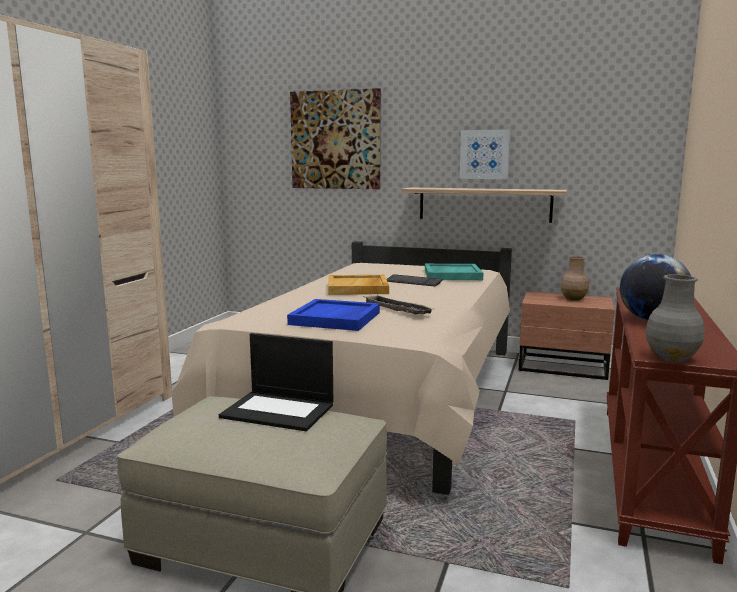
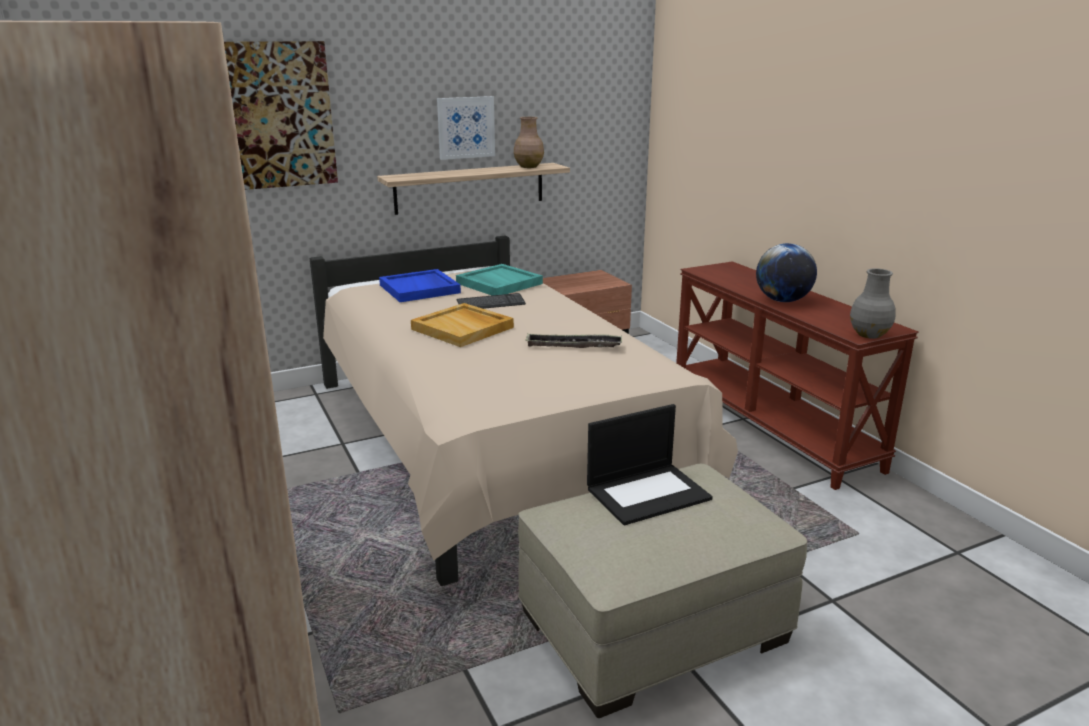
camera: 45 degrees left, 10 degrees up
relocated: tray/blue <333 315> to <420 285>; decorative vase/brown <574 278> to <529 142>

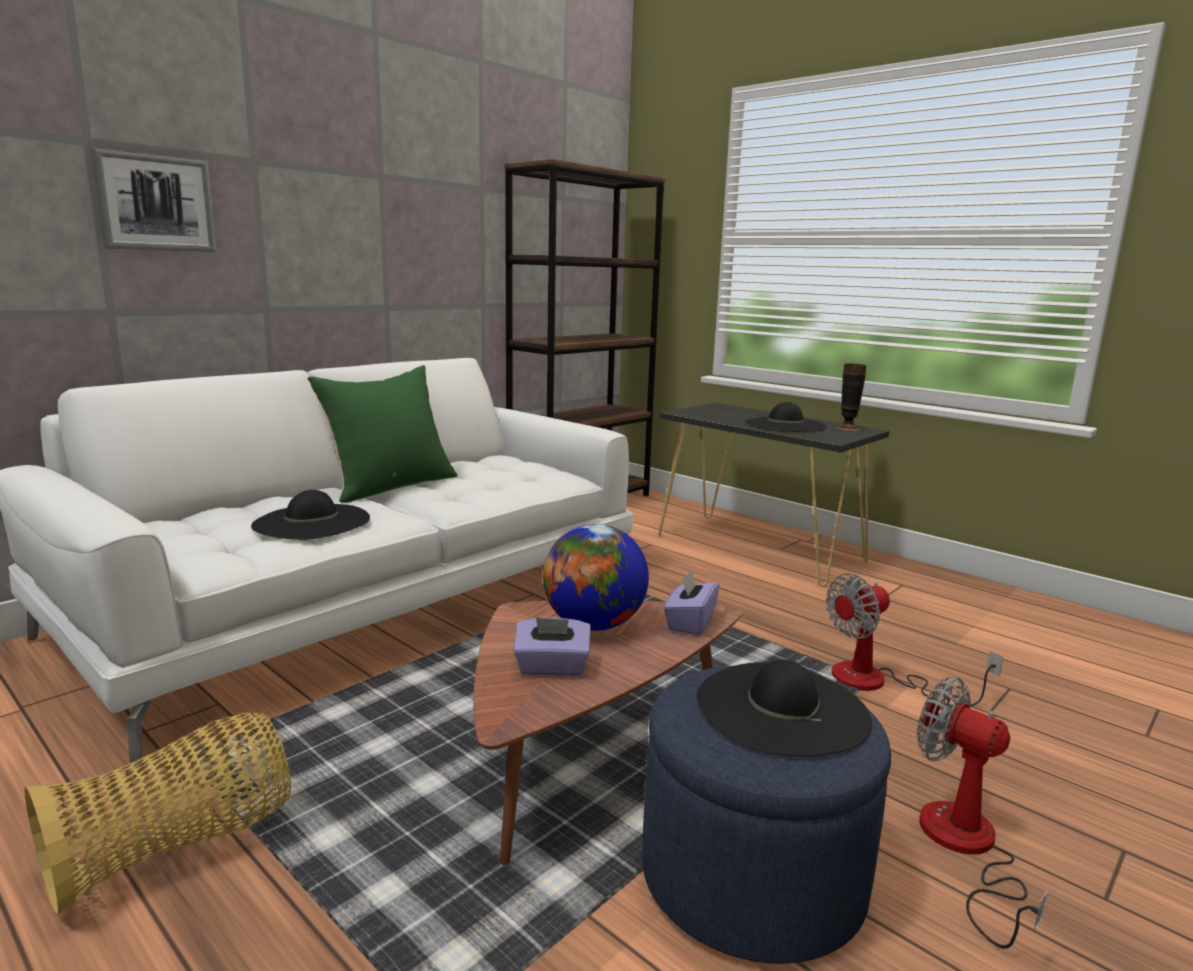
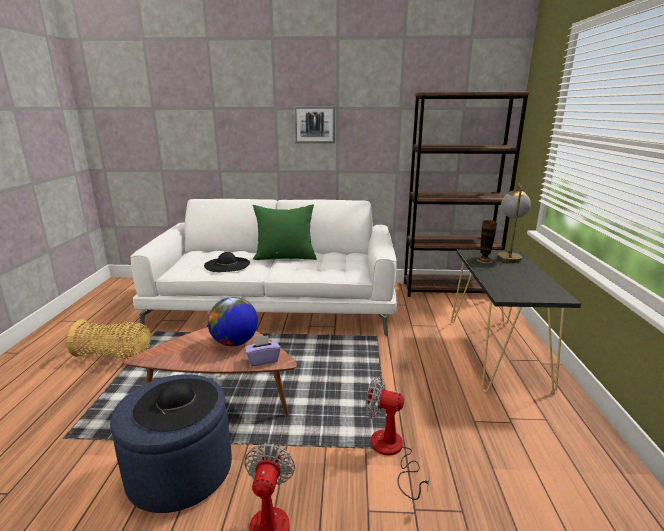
camera: 50 degrees right, 5 degrees up
missing: box of tissues/purple-coloured <552 646>; hat/blackish <786 417>
appeared: lamp for a table <514 223>
relocated: picture <153 200> to <314 124>; decorative vase <851 397> to <487 241>

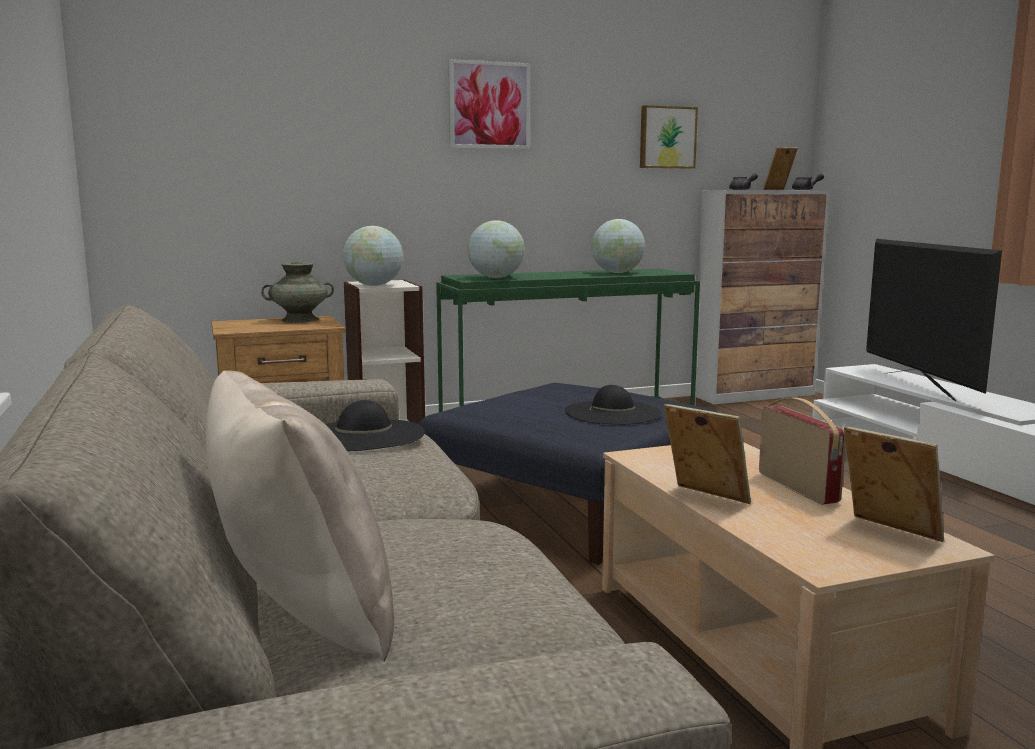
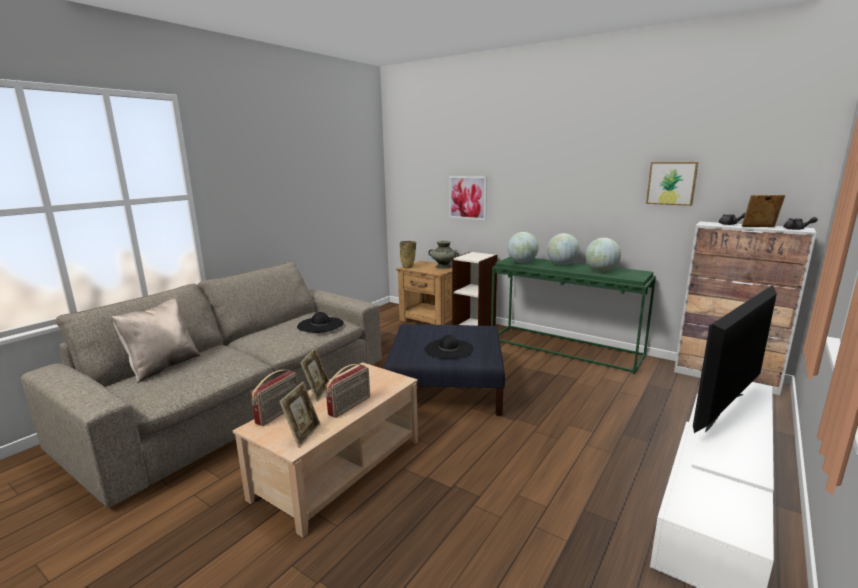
camera: 55 degrees right, 5 degrees up
appeared: radio <274 398>; decorative vase/beige <408 254>
relocated: globe <373 256> to <563 249>; picture <489 104> to <468 198>

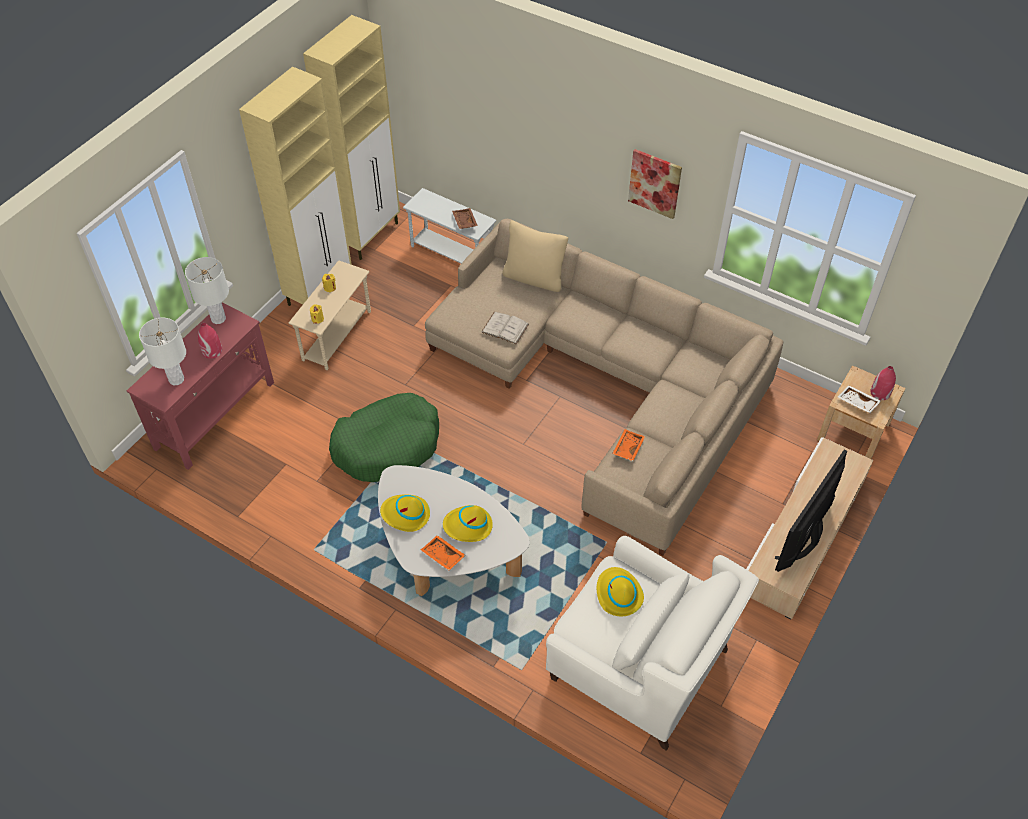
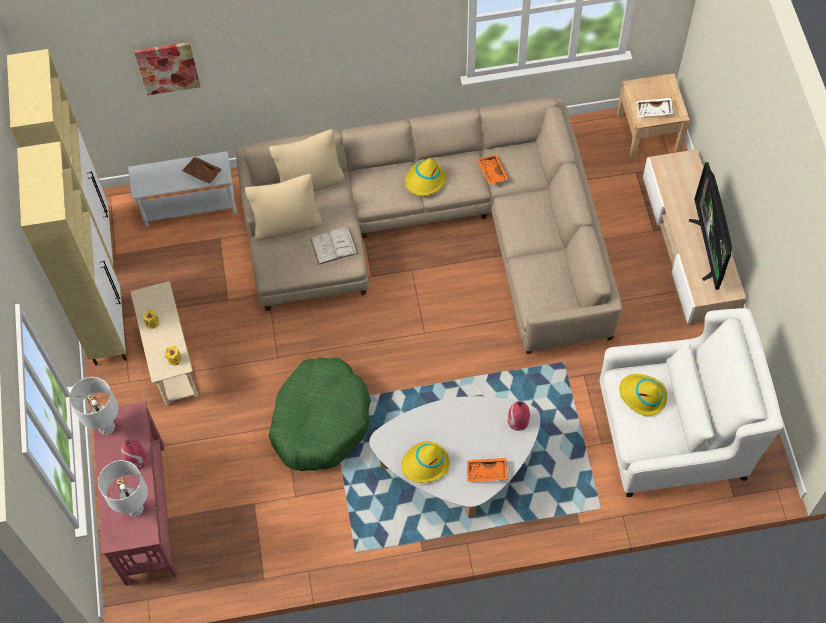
camera: 40 degrees left, 10 degrees up
appeared: pillow/beige <283 207>
relocated: hat/yellow <468 523> to <426 177>; tray/orange <628 445> to <492 169>; picture <655 184> to <167 68>; decorative vase/reddish <883 383> to <519 416>

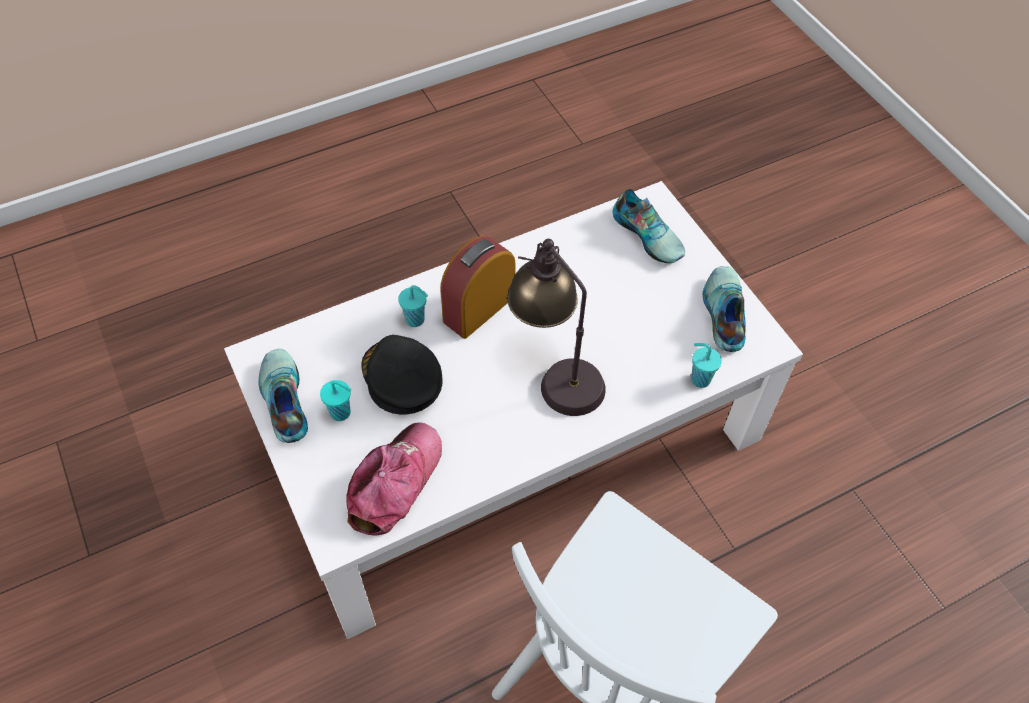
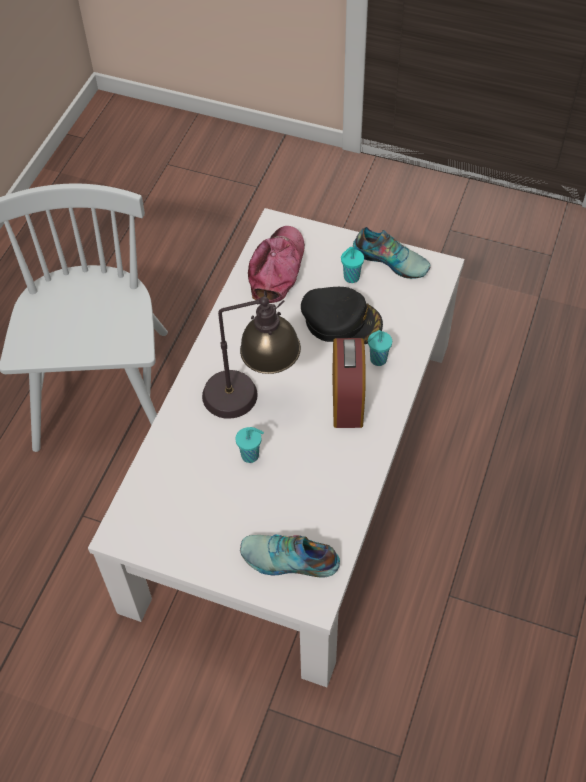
camera: 140 degrees right, 0 degrees up
missing: low shoe <724 309>
relocated: drinking cup/turquoise <706 365> to <249 445>
spun: baseball cap <394 479> = <276 264> 150 degrees counterclockwise

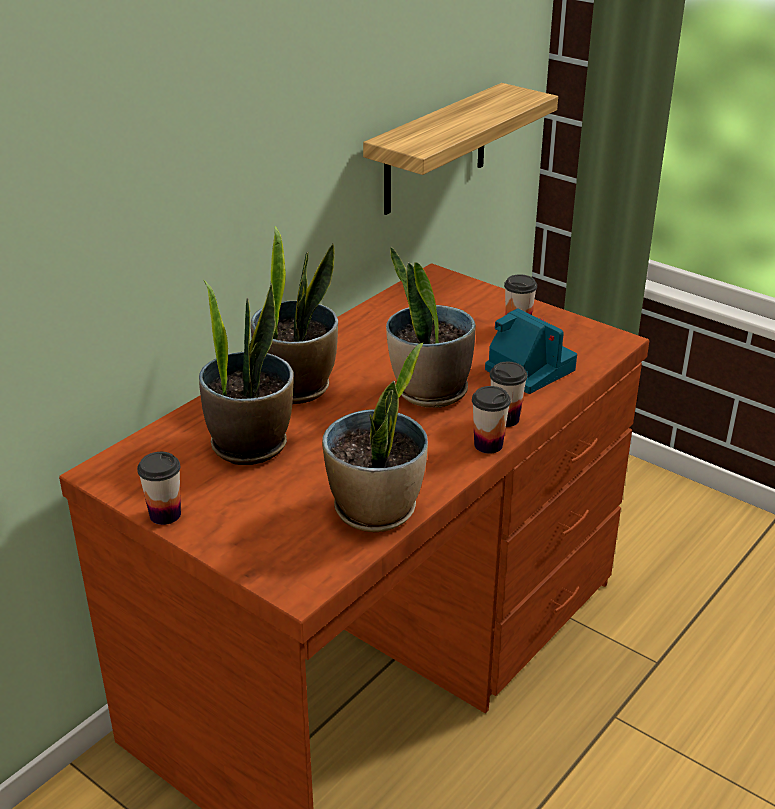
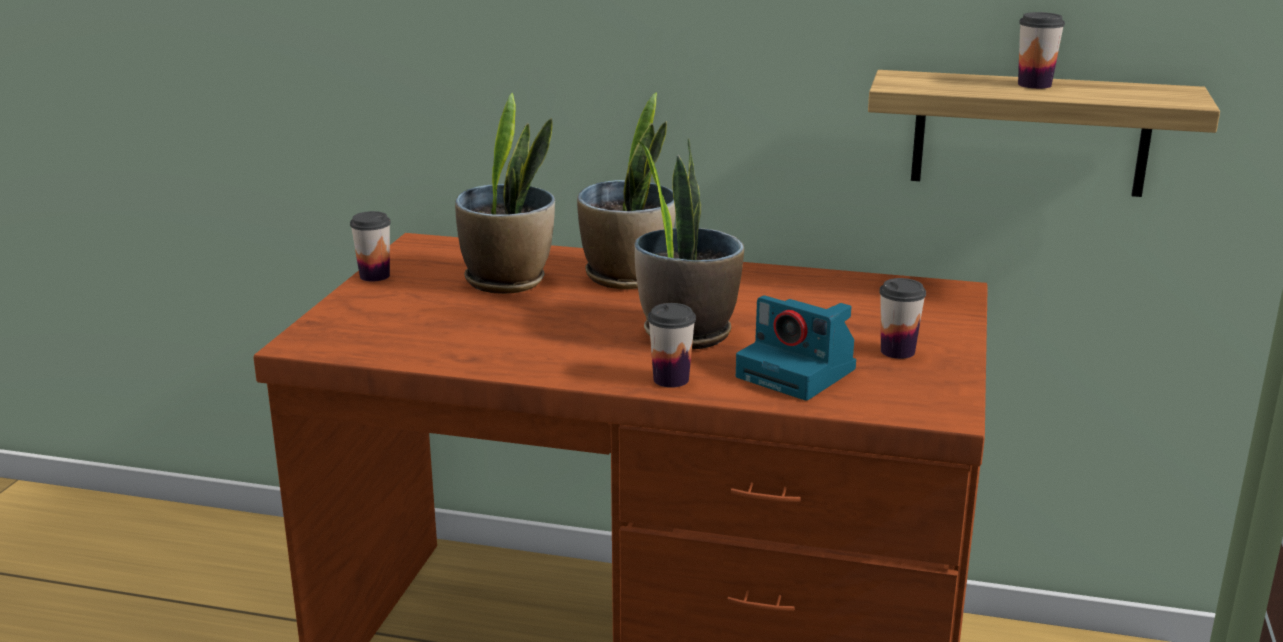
camera: 65 degrees right, 10 degrees down
missing: potted plant <375 437>
relocated: drinking cup <491 420> to <1041 50>
spun: still camera <531 351> = <796 348> 105 degrees clockwise

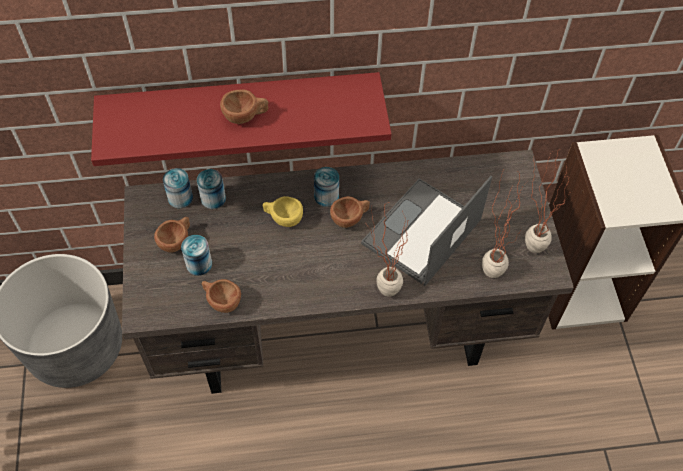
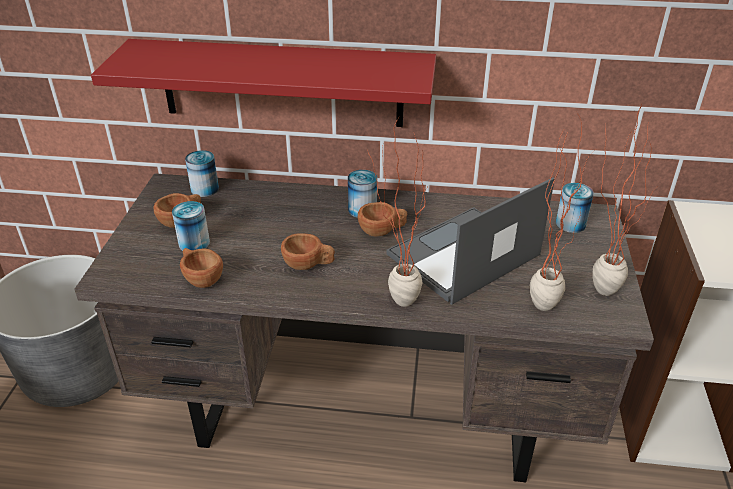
camera: 15 degrees right, 20 degrees down
missing: drinking cup/yellow <283 211>
relocated: can <211 189> to <575 208>; drinking cup/brown <244 106> to <308 251>

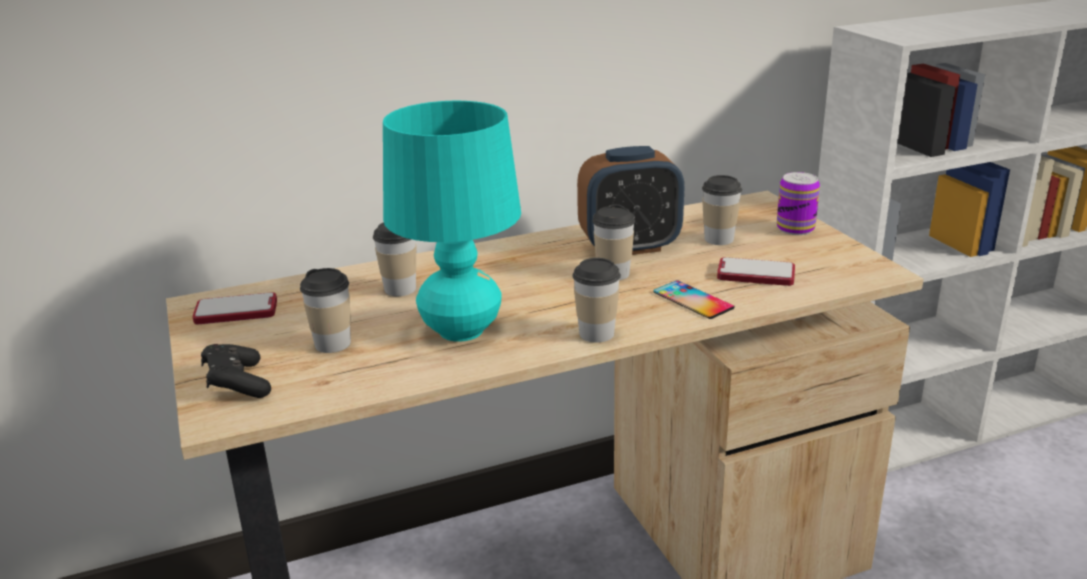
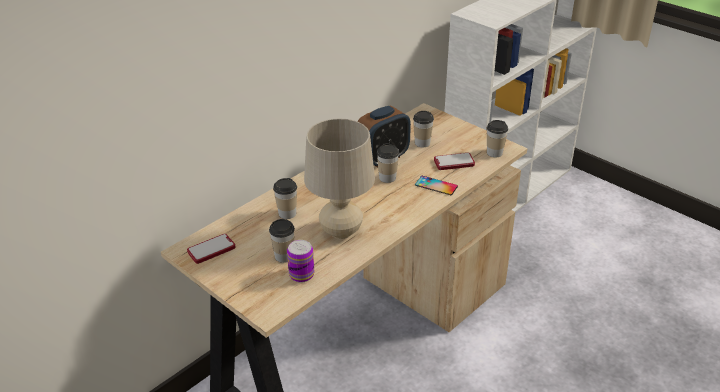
camera: 25 degrees left, 10 degrees up
missing: game controller/blackish <236 371>
relocated: drinking cup <596 300> to <497 139>; can <798 203> to <300 261>
colour: lamp for a table/turquoise <452 221> to lamp for a table/beige <339 179>

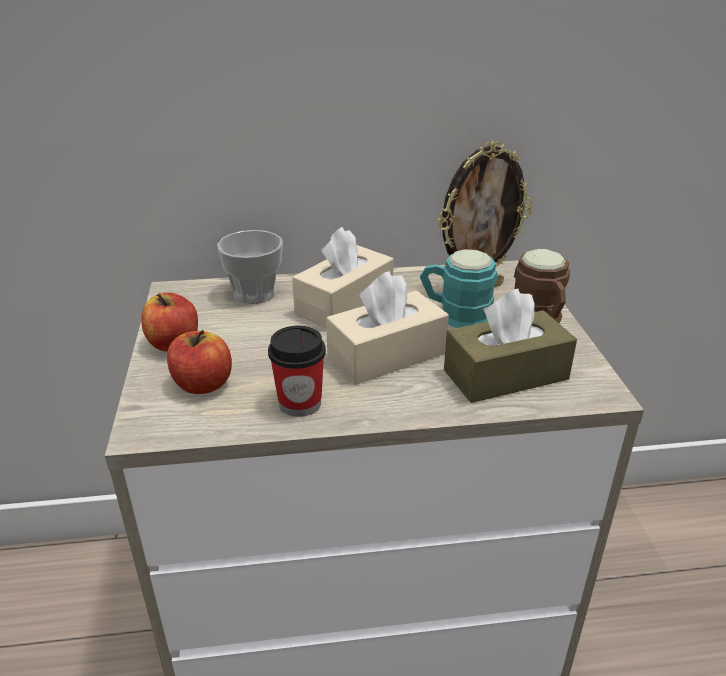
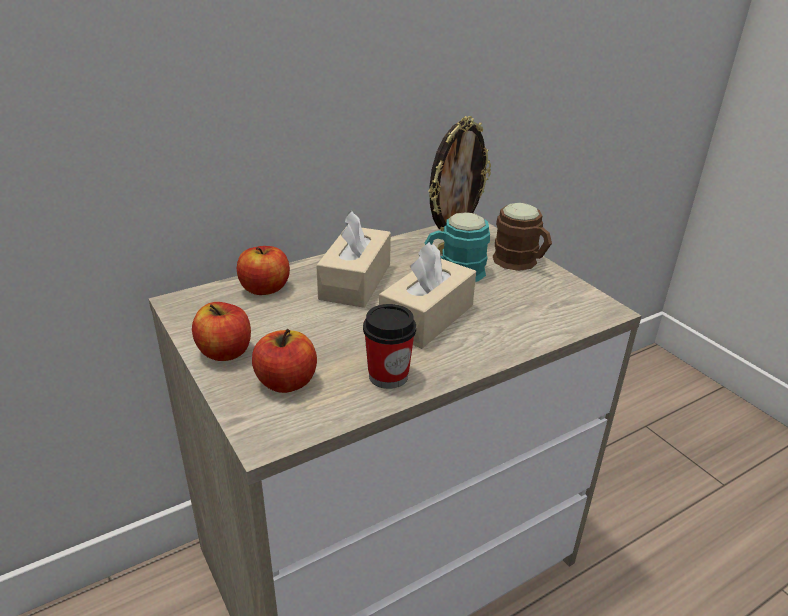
camera: 25 degrees left, 0 degrees up
missing: box of tissues/brown <510 346>
exchanged: drinking cup <250 267> to apple <263 270>

